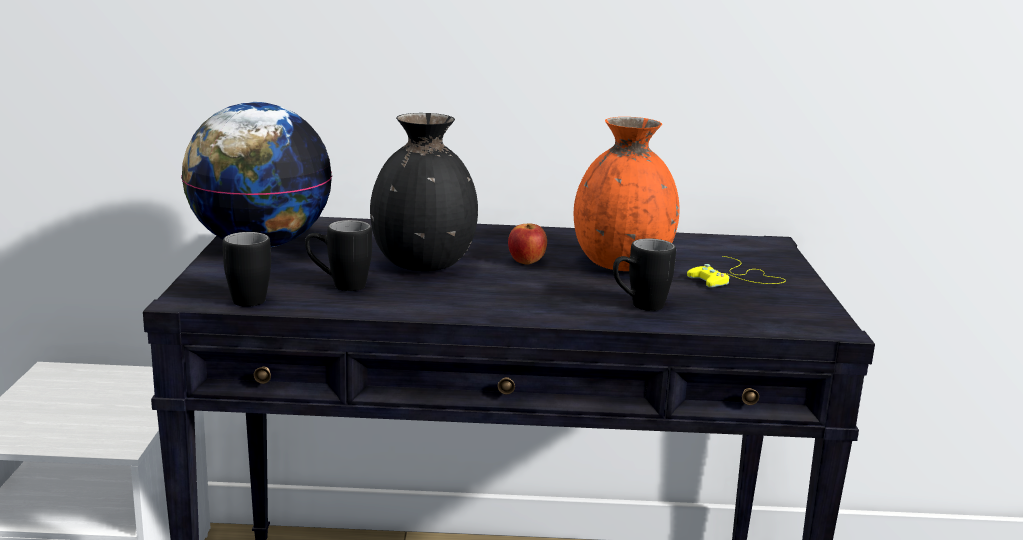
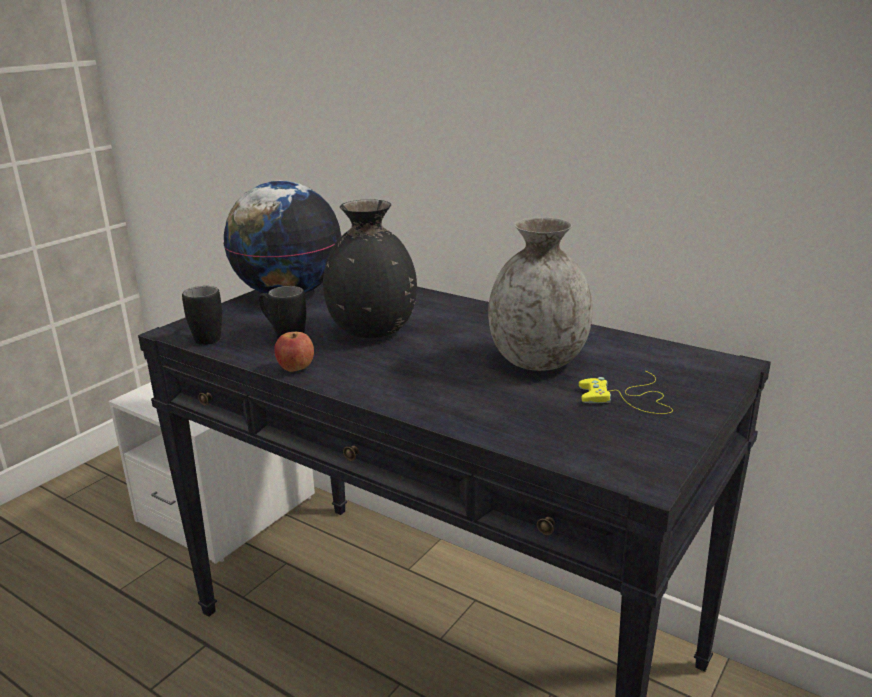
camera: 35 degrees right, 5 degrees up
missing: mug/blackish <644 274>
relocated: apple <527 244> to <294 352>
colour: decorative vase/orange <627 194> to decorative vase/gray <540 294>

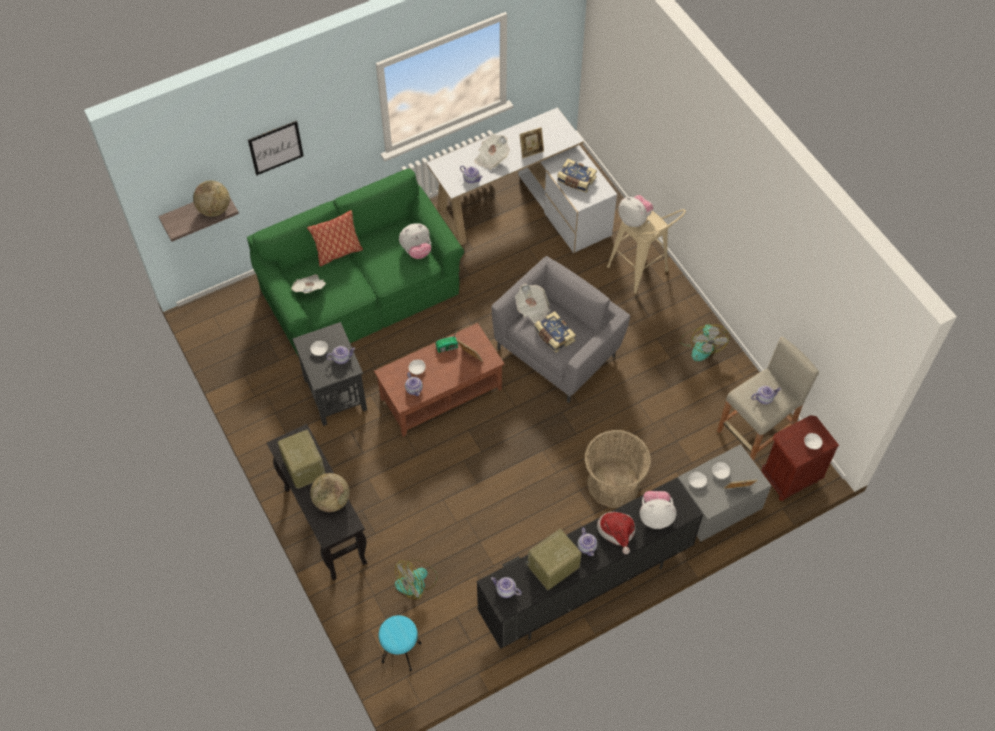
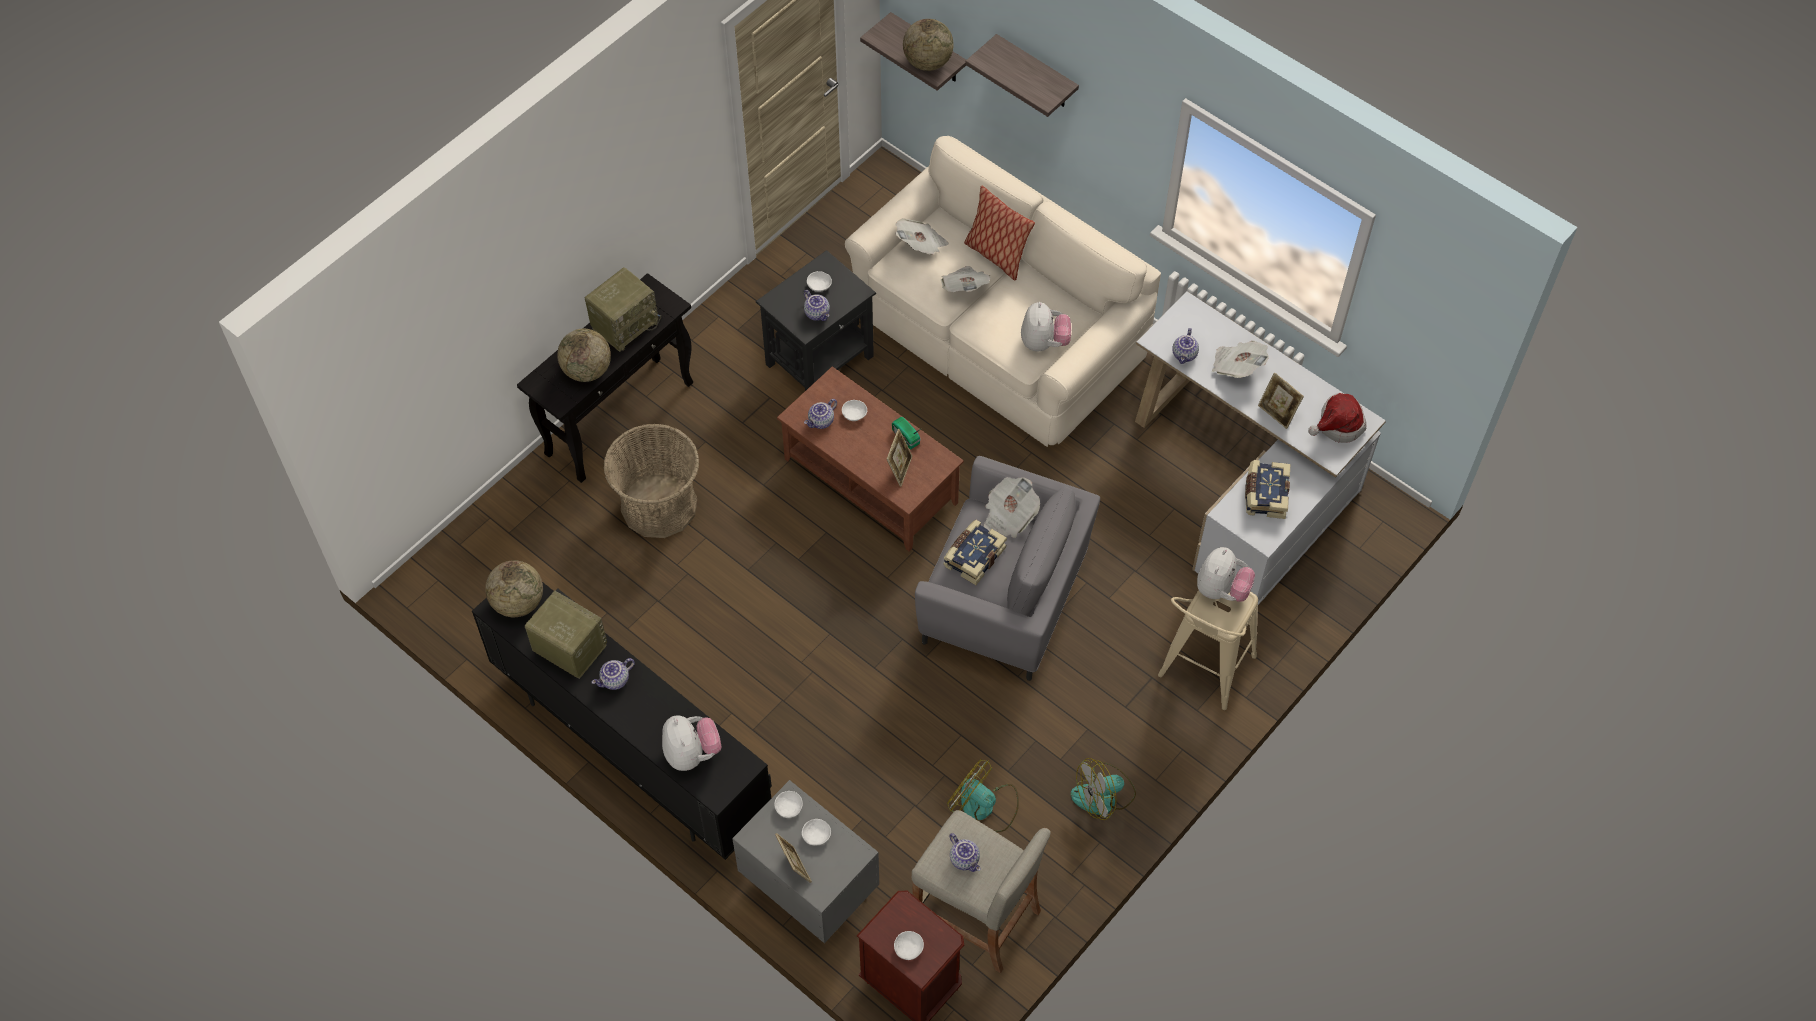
camera: 70 degrees right, 0 degrees up
missing: stool/turquoise <399 643>
appeared: newspaper <966 279>
relocated: fan <416 579> to <983 795>; storage basket <618 469> to <651 480>; hat <616 533> to <1337 418>
exchanged: picture <276 147> to bracket shelf <1022 75>; pot for tea <506 587> to globe <514 588>
colour: settee/green <355 262> to settee/beige <1003 291>
spun: cuddly toy <415 241> = <1046 326> 135 degrees counterclockwise

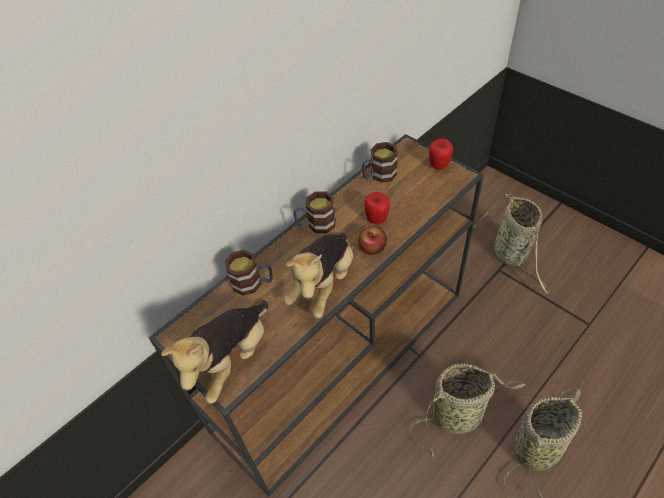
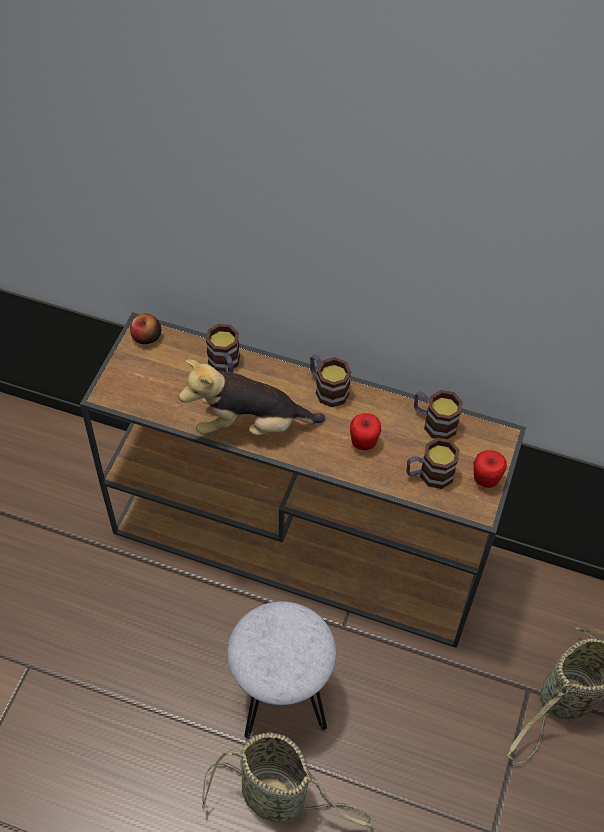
camera: 60 degrees right, 5 degrees up
missing: cuddly toy <214 352>
appeared: mug <433 463>
relocated: apple <372 240> to <145 328>
exchanged: storage basket <467 410> to stool/gray <281 670>

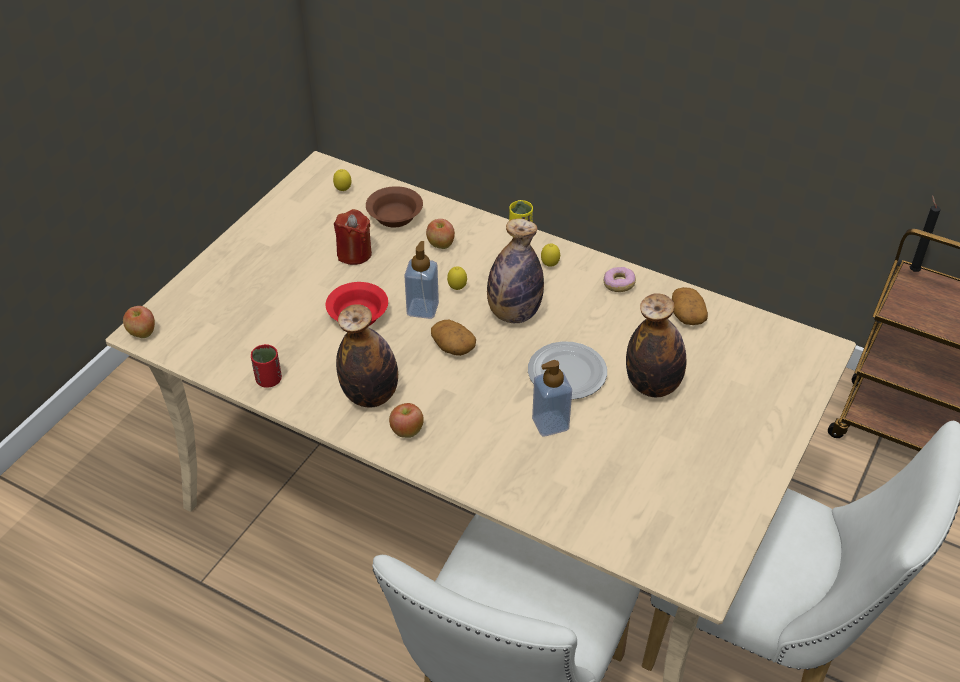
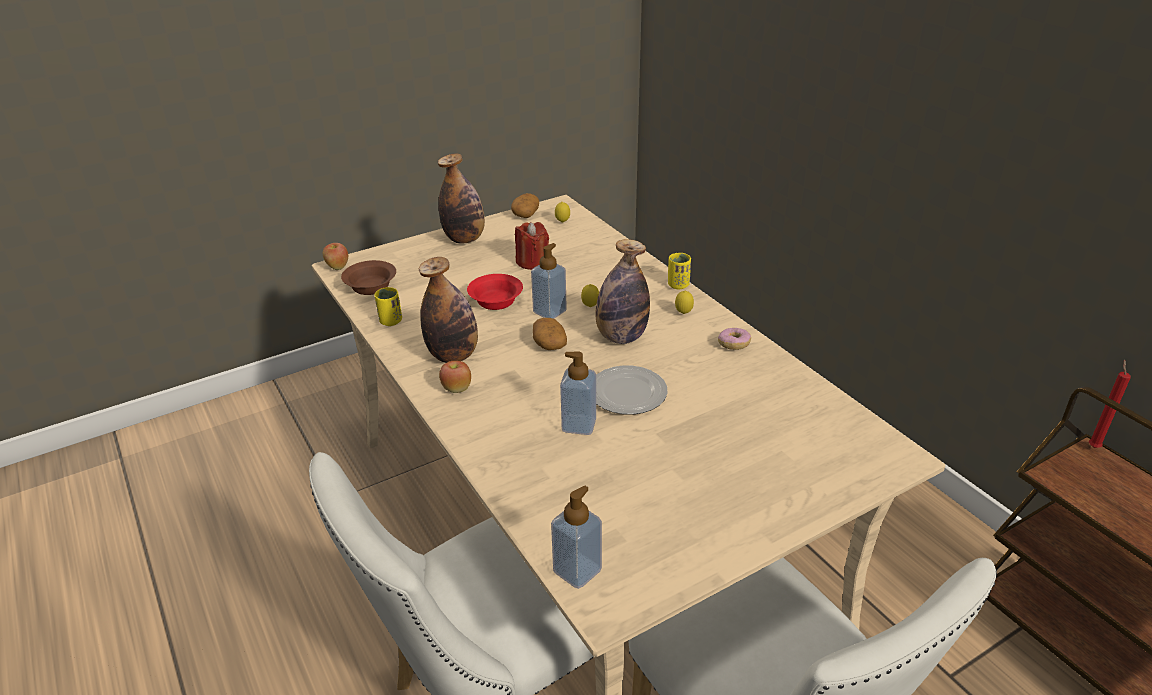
camera: 30 degrees right, 10 degrees down
missing: apple <440 234>
appeared: soap dispenser <576 537>
relocated: serving bowl/brown <394 206> to <368 277>; drink bottle <656 345> to <461 198>; potato <690 306> to <525 205>
colour: drinking cup/reddish <266 366> to drinking cup/yellow <388 306>; wax light/blackish <925 233> to wax light/reddish <1110 404>

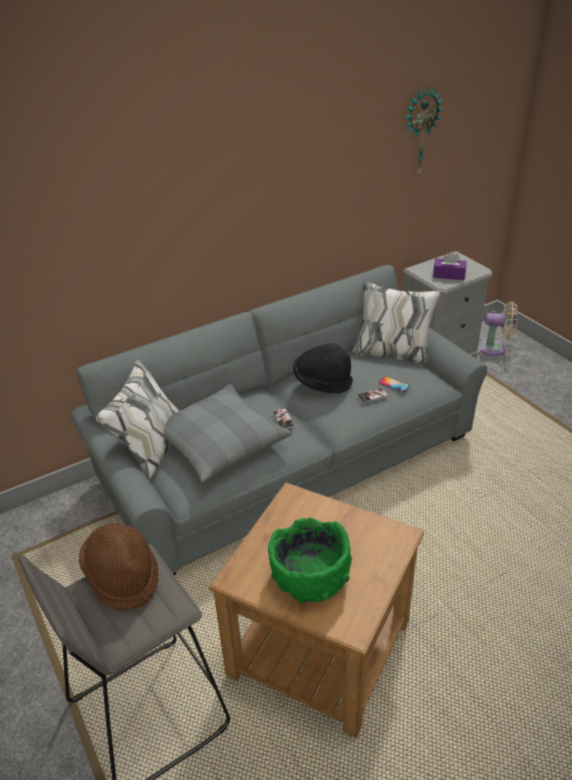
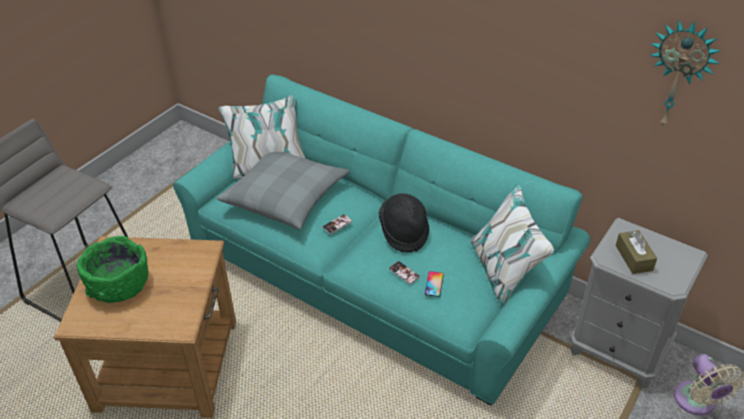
camera: 65 degrees right, 5 degrees up
missing: hat/brown <119 567>
colour: settee/gray <279 420> to settee/turquoise <381 240>; box of tissues/purple-coloured <450 266> to box of tissues/brown <636 252>

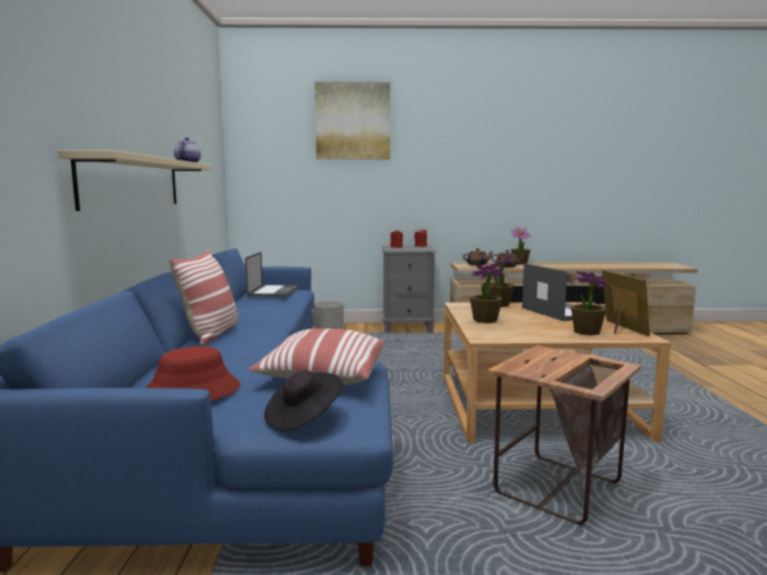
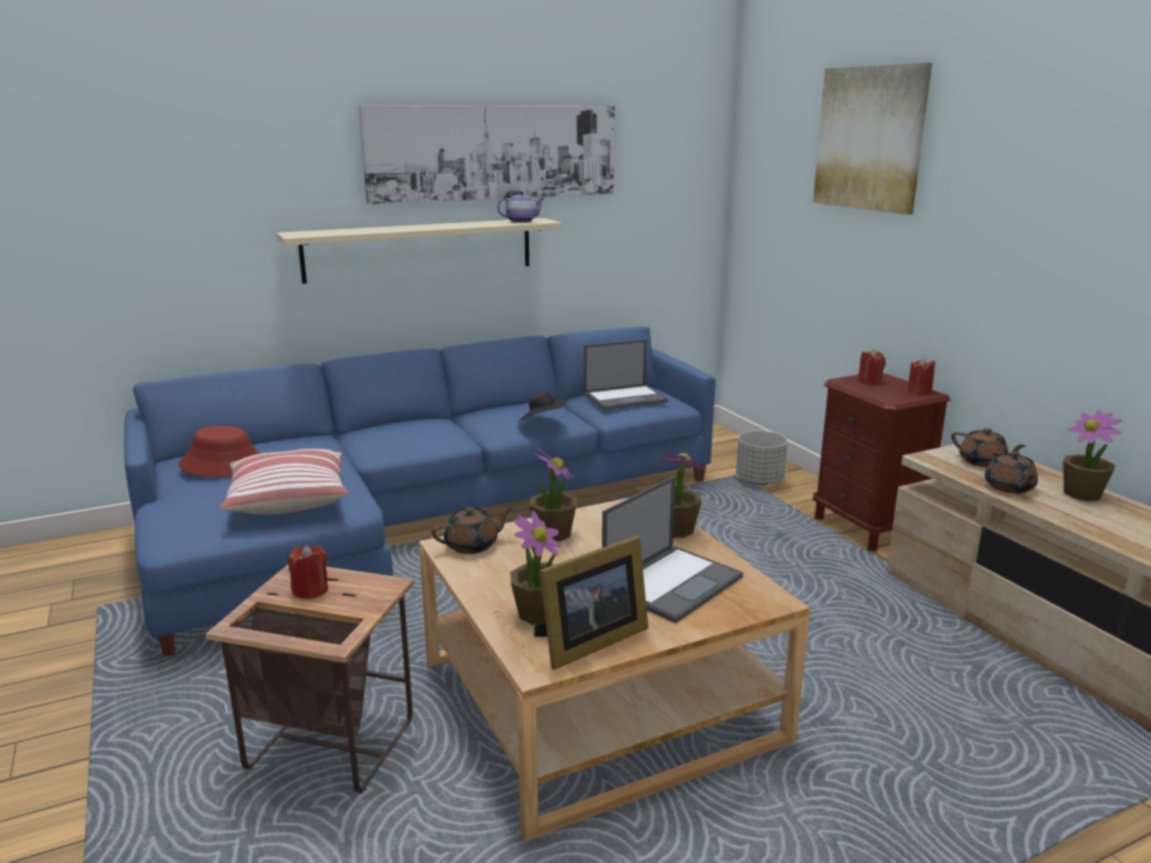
camera: 65 degrees right, 10 degrees up
missing: pillow <203 298>
appeared: wax light/reddish <308 572>; picture <487 154>; pot for tea/brown <472 530>
relocated: hat/blackish <303 400> to <542 407>
colour: bedside table/gray <409 289> to bedside table/brown <882 462>

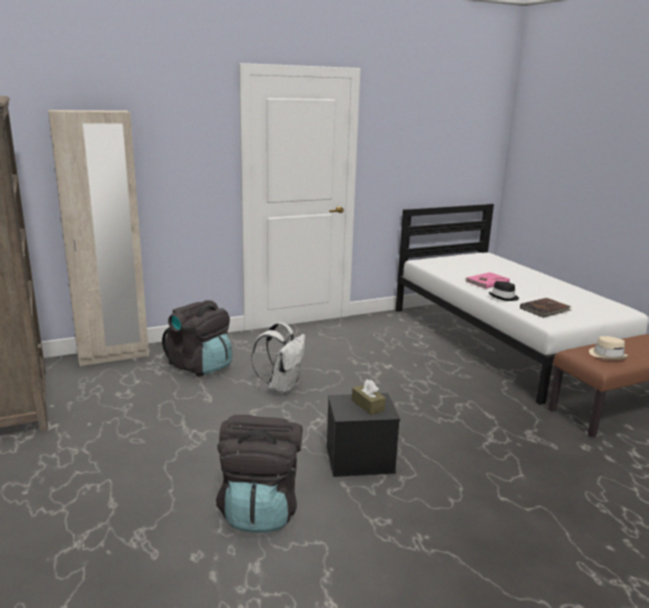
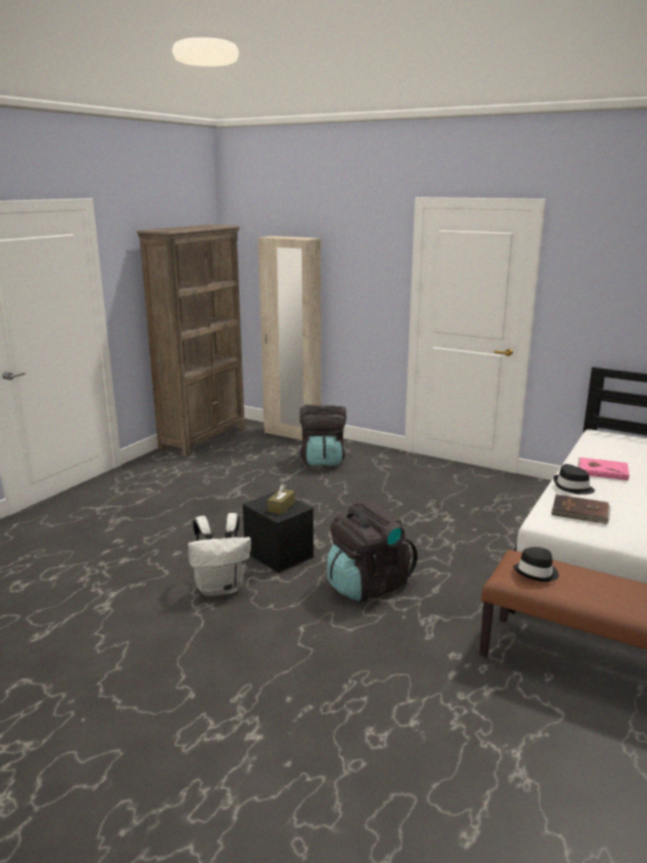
camera: 55 degrees right, 0 degrees up
relocated: knapsack/blackish <259 474> to <372 551>; knapsack/white-coloured <278 358> to <219 554>
colour: hat/beige <608 348> to hat/blackish <536 564>

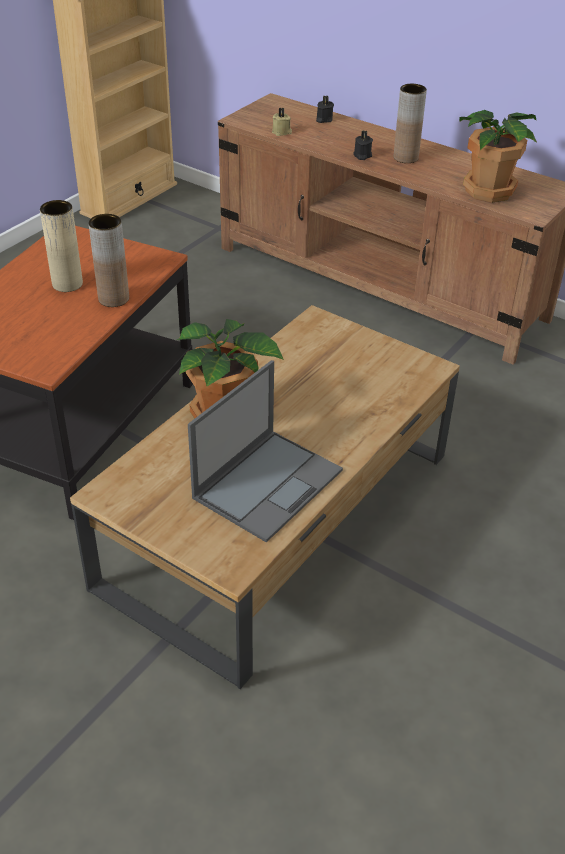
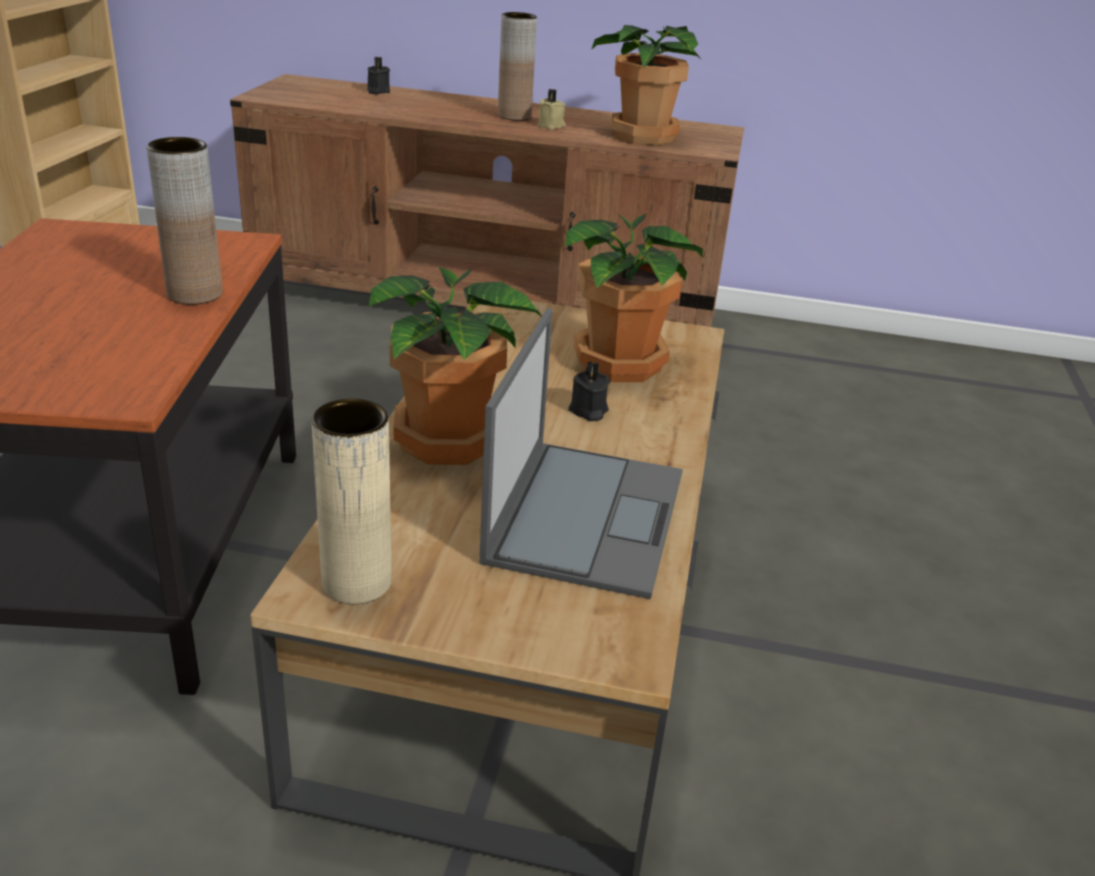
camera: 25 degrees left, 10 degrees down
appeared: potted plant <634 297>
relocated: decorative vase/beige <61 246> to <352 501>; wax light/beige <282 122> to <552 109>; wax light/blackish <363 145> to <589 391>

